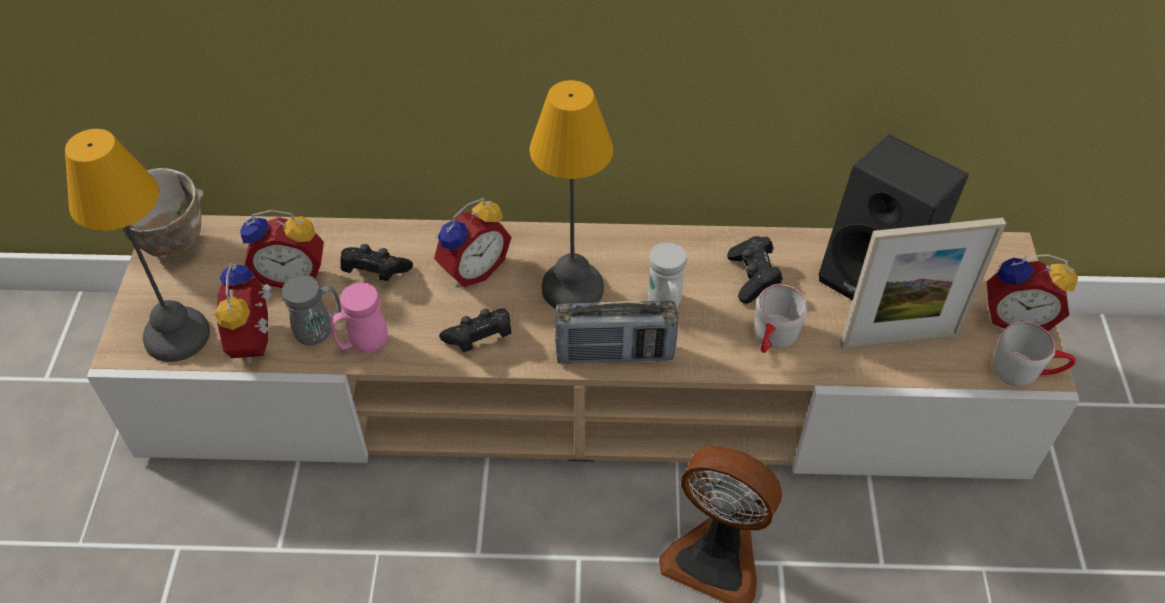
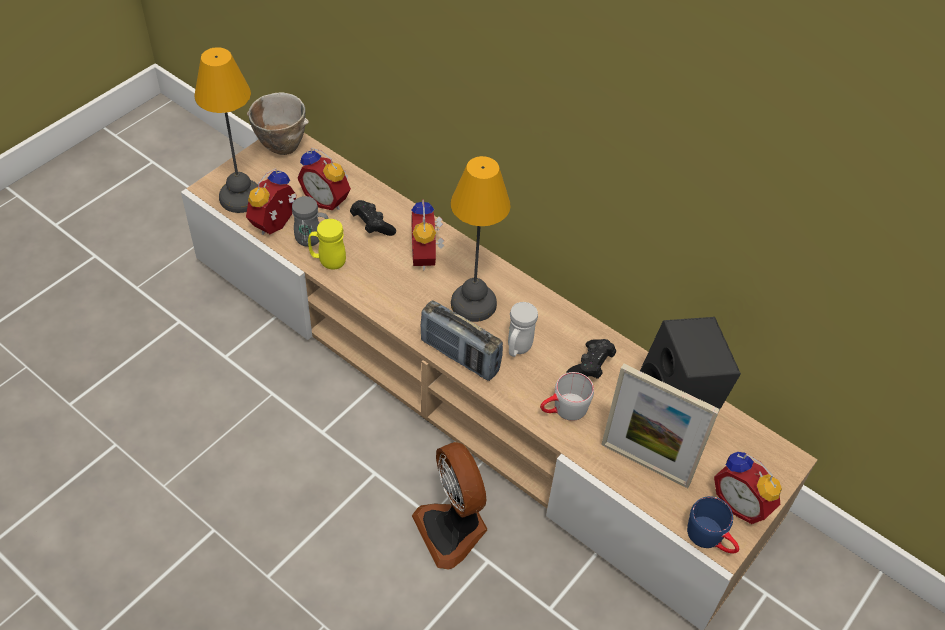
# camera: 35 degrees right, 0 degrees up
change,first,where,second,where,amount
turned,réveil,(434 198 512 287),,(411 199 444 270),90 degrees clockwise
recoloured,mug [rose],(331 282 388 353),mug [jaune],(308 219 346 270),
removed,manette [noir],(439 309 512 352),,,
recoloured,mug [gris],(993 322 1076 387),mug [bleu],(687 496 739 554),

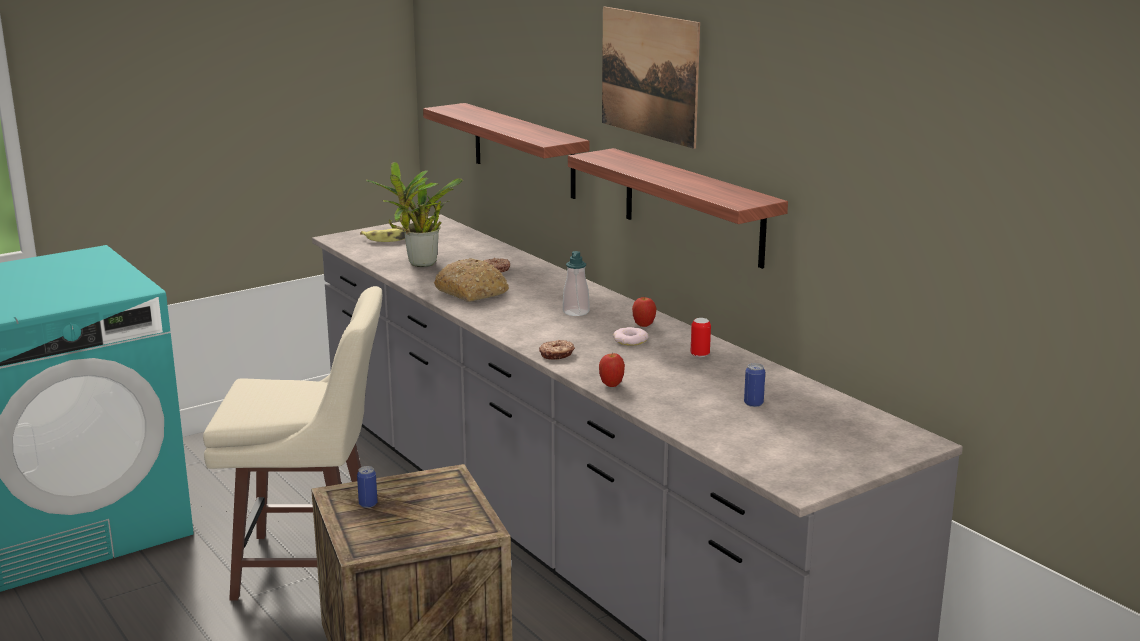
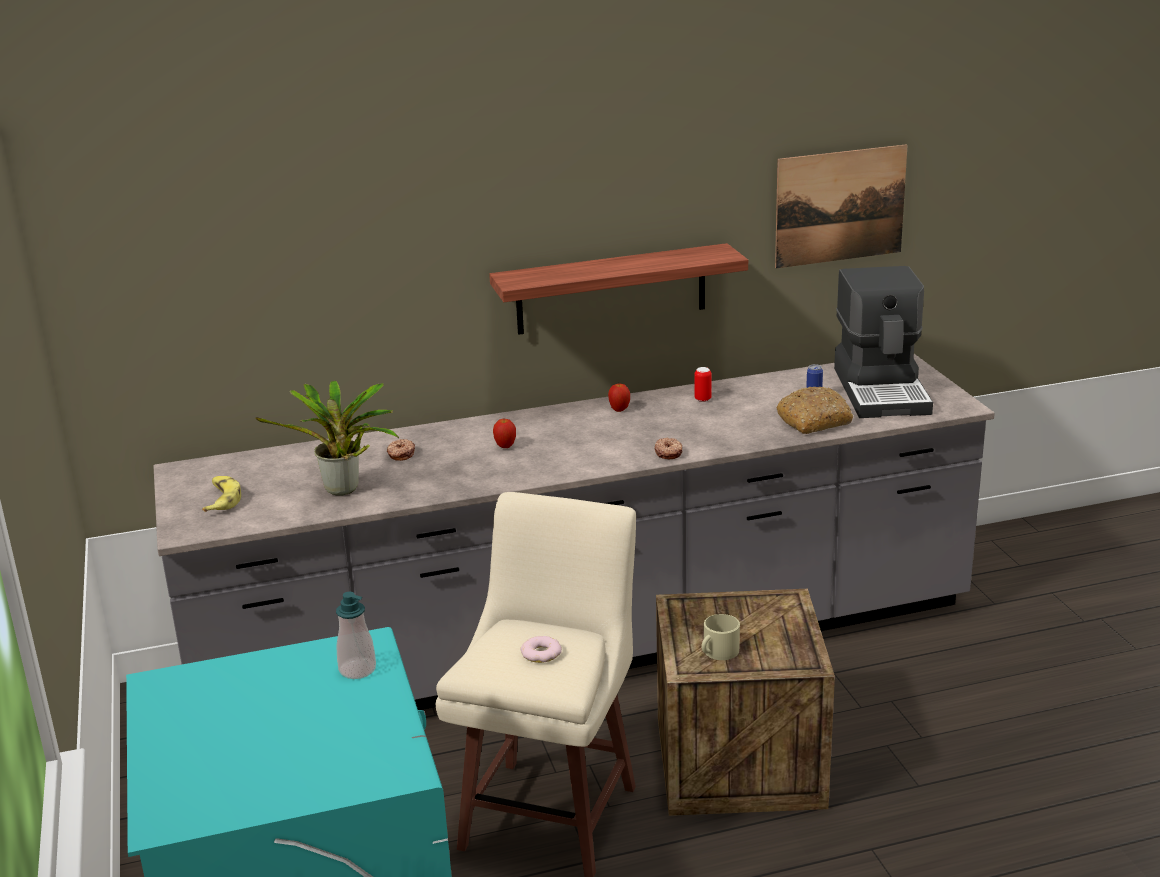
# camera: 70 degrees left, 5 degrees up
change,first,where,second,where,amount
moved,tableau,(602 7 700 149),,(775 144 908 268),
removed,étagère,(423 103 590 199),,,
moved,distributeur de savon,(563 251 589 316),,(336 592 376 679),
moved,pain,(434 258 509 302),,(776 387 853 434),
moved,beignet,(613 327 649 346),,(520 636 562 663),
moved,pomme,(599 352 625 387),,(493 419 516 448),
replaced,boîte métallique,(357 466 377 508),mug [beige],(701 614 740 660),
added,,,machine à café,(834 266 933 418),

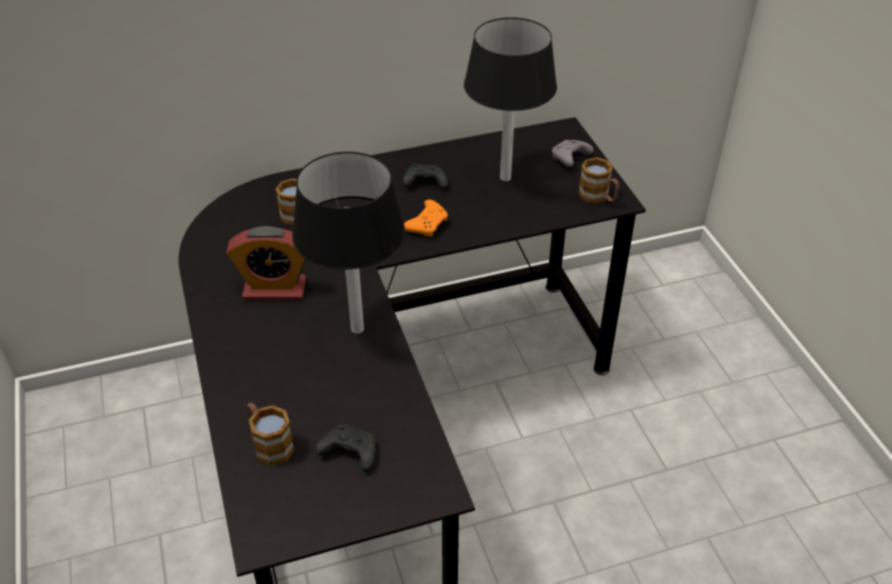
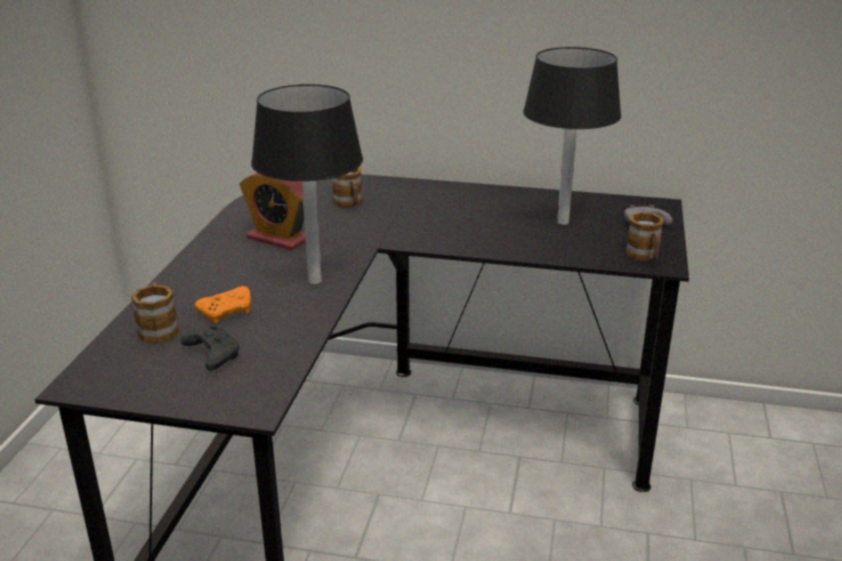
# camera: 30 degrees right, 15 degrees down
change,first,where,second,where,amount
removed,manette [noir],(403 163 448 189),,,
moved,manette [orange],(404 200 448 237),,(195 286 251 324),

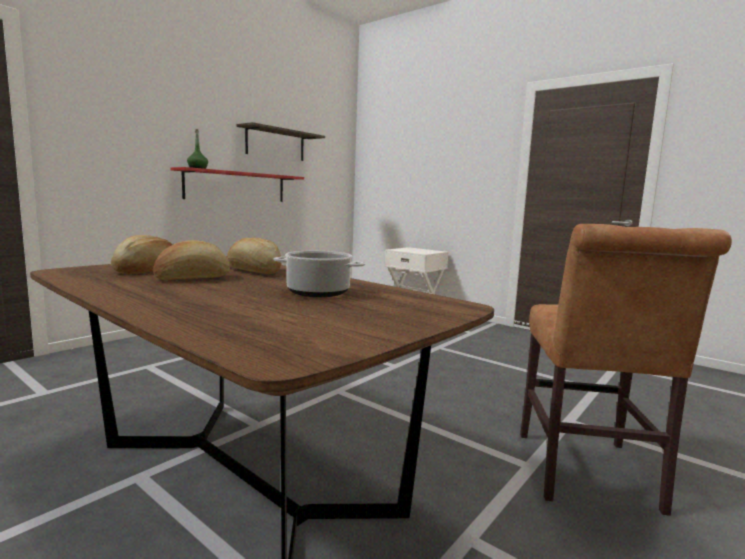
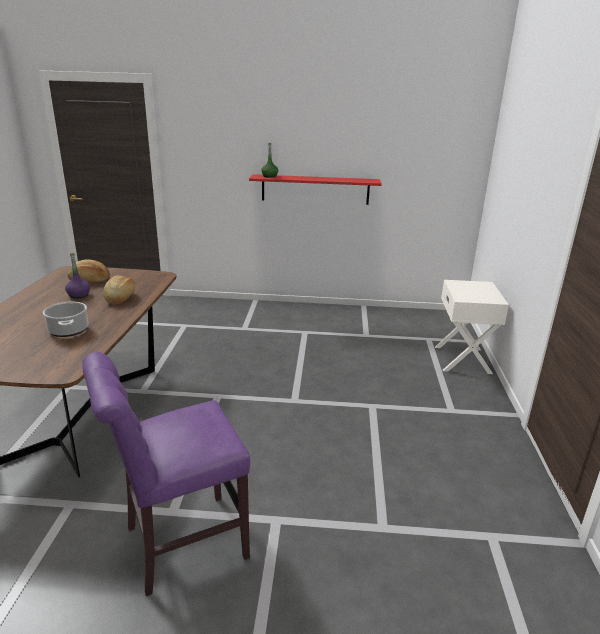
# camera: 55 degrees right, 15 degrees up
change,first,where,second,where,amount
removed,étagère,(237 122 325 161),,,
recoloured,chaise [marron],(520 224 732 516),chaise [violet],(82 352 250 596),
replaced,pain,(153 240 230 280),bouteille [violet],(65 253 90 299),

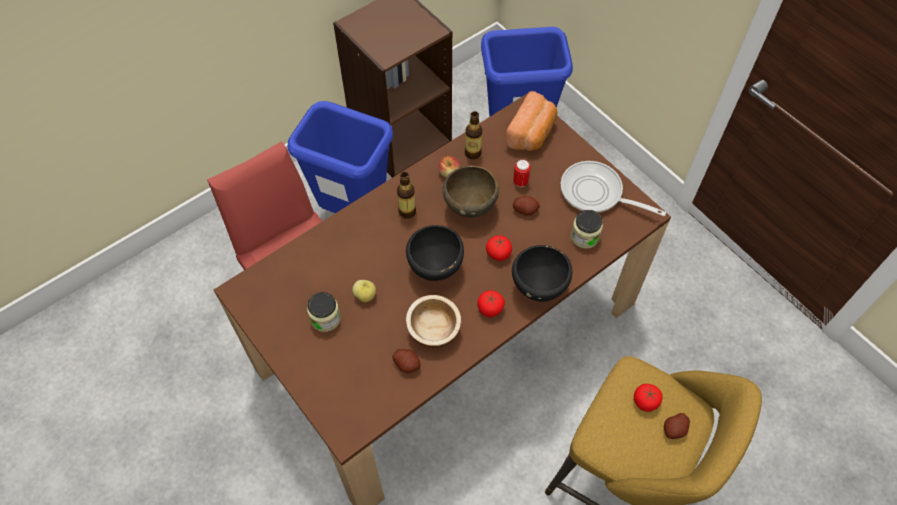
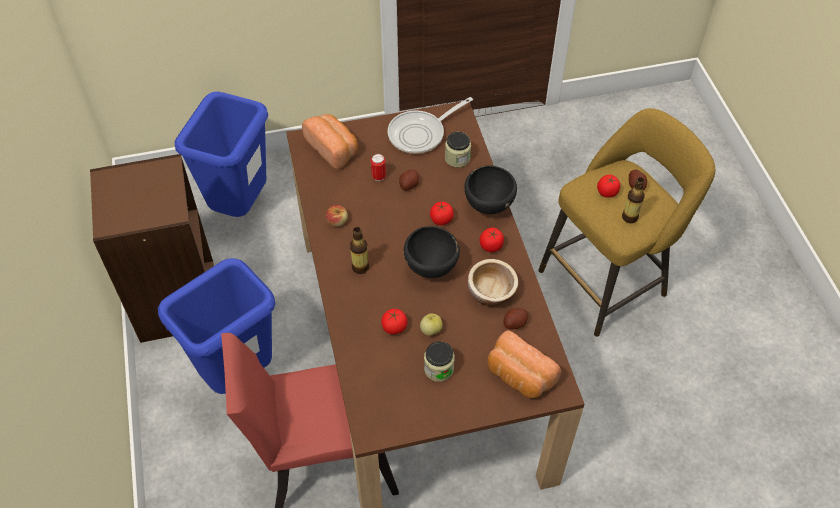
# camera: 65 degrees left, 5 degrees down
change,first,where,second,where,amount
moved,bouteille,(465 111 482 159),,(622 177 645 223),
removed,bol [marron],(442 166 499 218),,,
added,,,tomate,(381 309 407 334),
added,,,pain,(488 330 561 398),

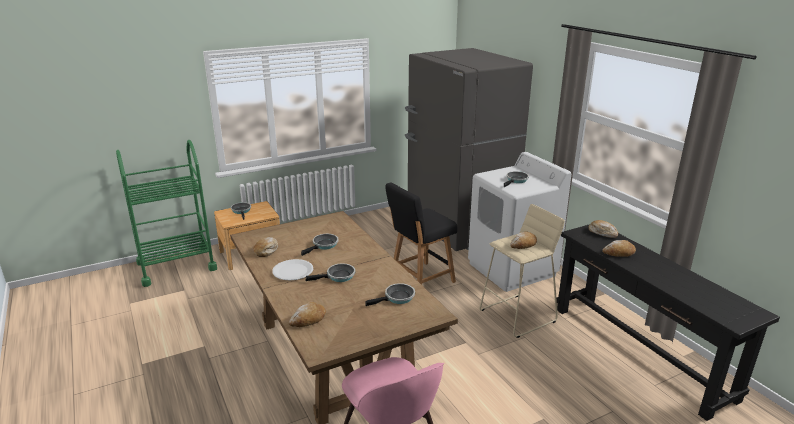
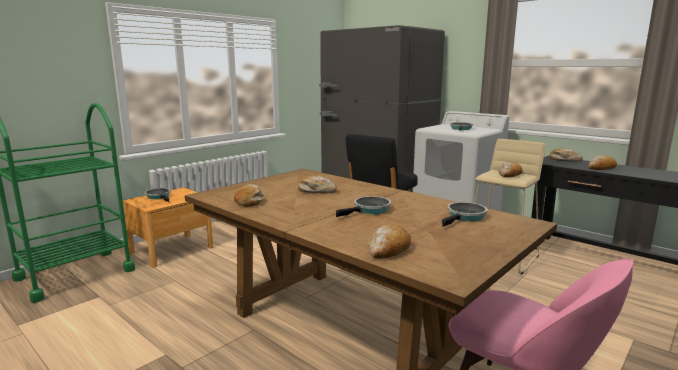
# camera: 20 degrees left, 10 degrees down
change,first,where,second,where,amount
replaced,poêle,(301 234 339 256),pain,(298 176 337 194),
removed,assiette [blanc],(272 259 313 280),,,

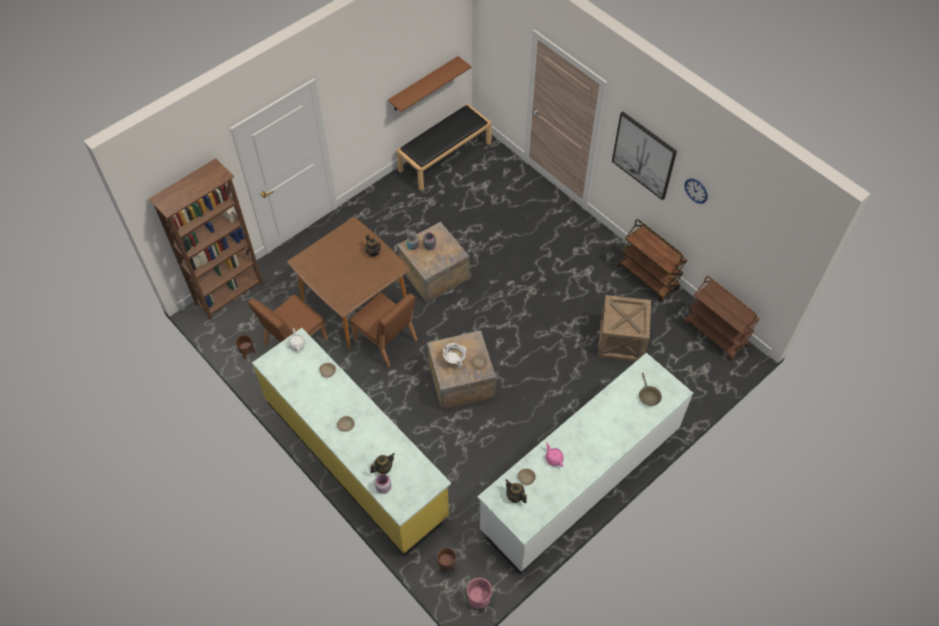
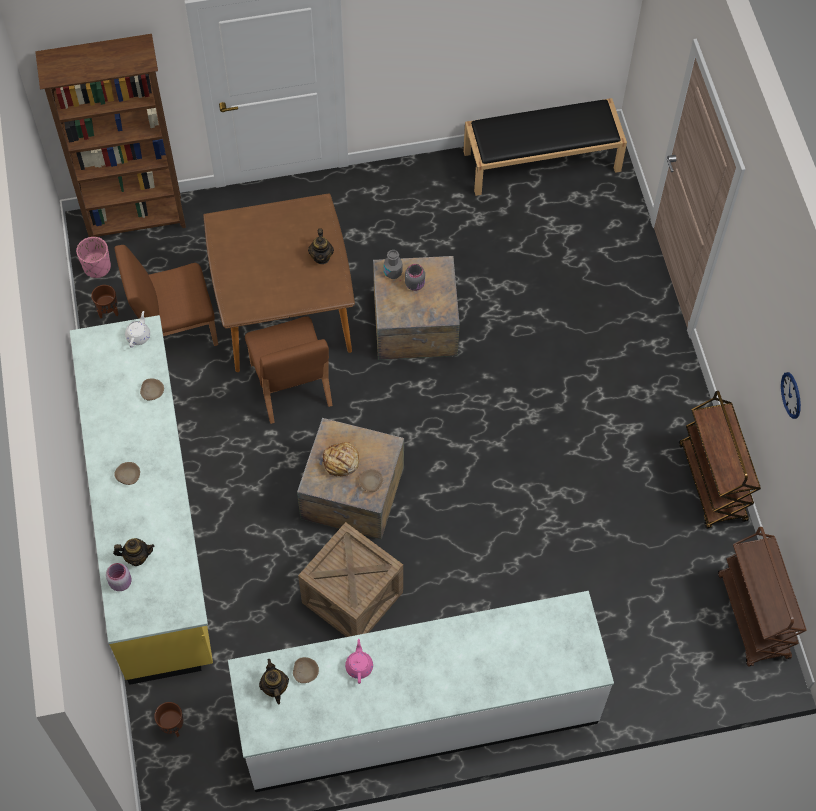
# camera: 30 degrees right, 5 degrees up
change,first,where,second,where,amount
removed,étagère [marron],(388 56 472 112),,,
removed,tableau,(612 112 677 200),,,
moved,caisse,(598 295 651 361),,(298 522 403 637),
replaced,marmite [blanc],(442 343 466 369),pain,(317 442 359 478),
removed,poêle [marron],(639 373 662 406),,,
moved,cache-pot [rose],(467 578 492 609),,(76 237 111 278),

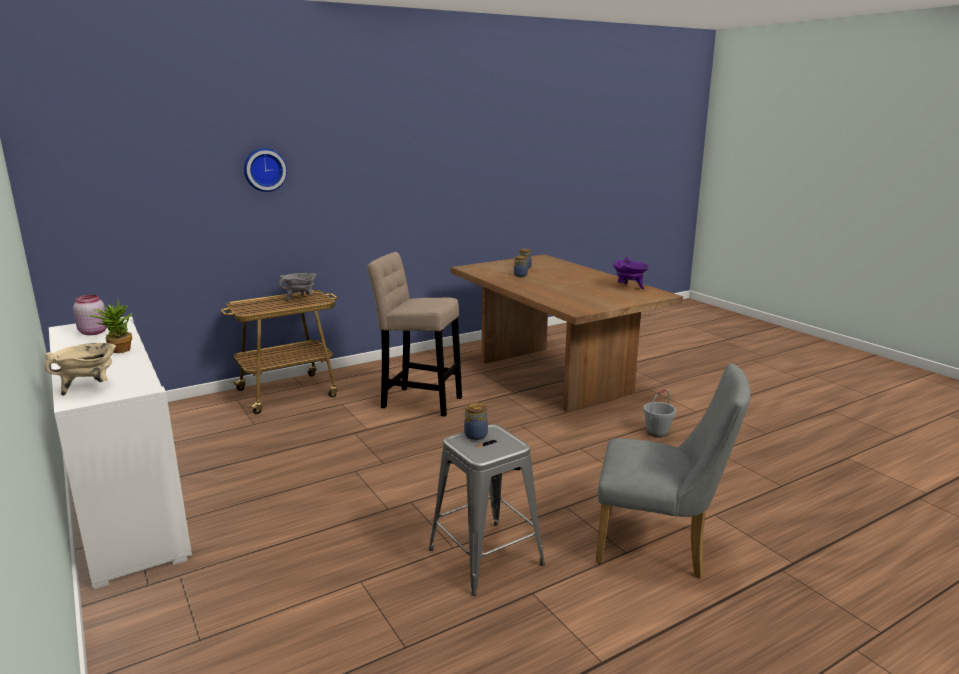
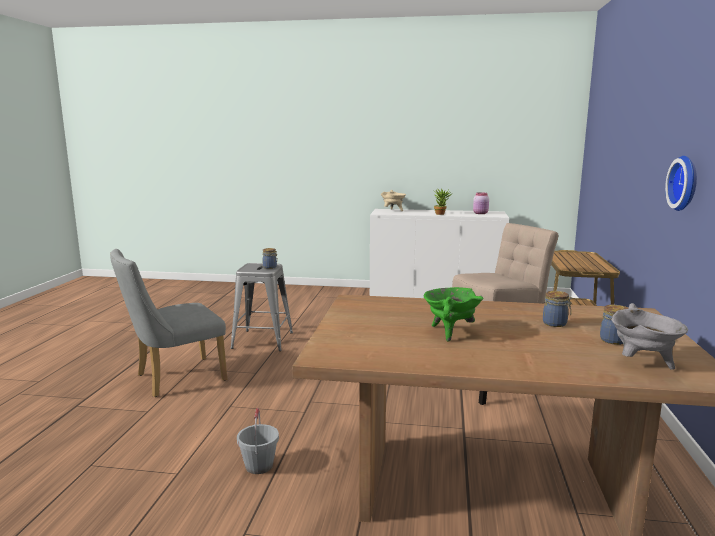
# camera: 130 degrees right, 5 degrees down
change,first,where,second,where,amount
moved,horloge murale,(244 148 287 192),,(665 156 697 211),
removed,marmite [violet],(613 257 649 289),,,
moved,marmite [gris],(279 273 317 302),,(612 303 688 370),
added,,,marmite [vert],(423 287 483 342),

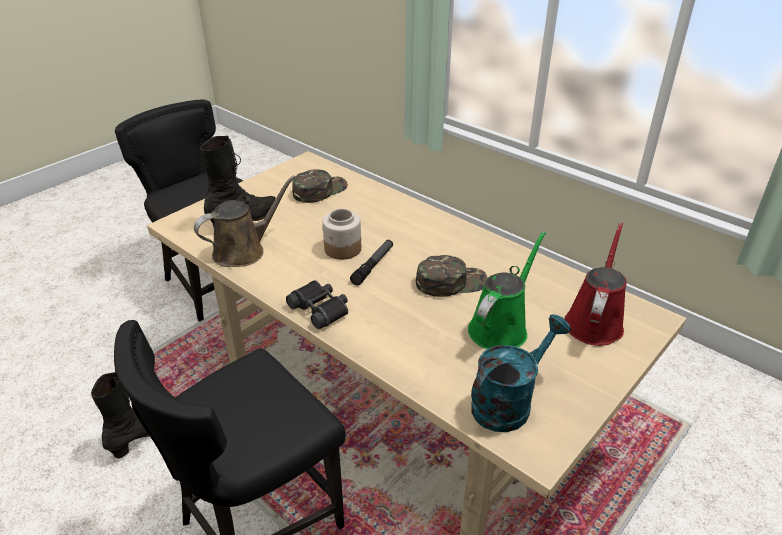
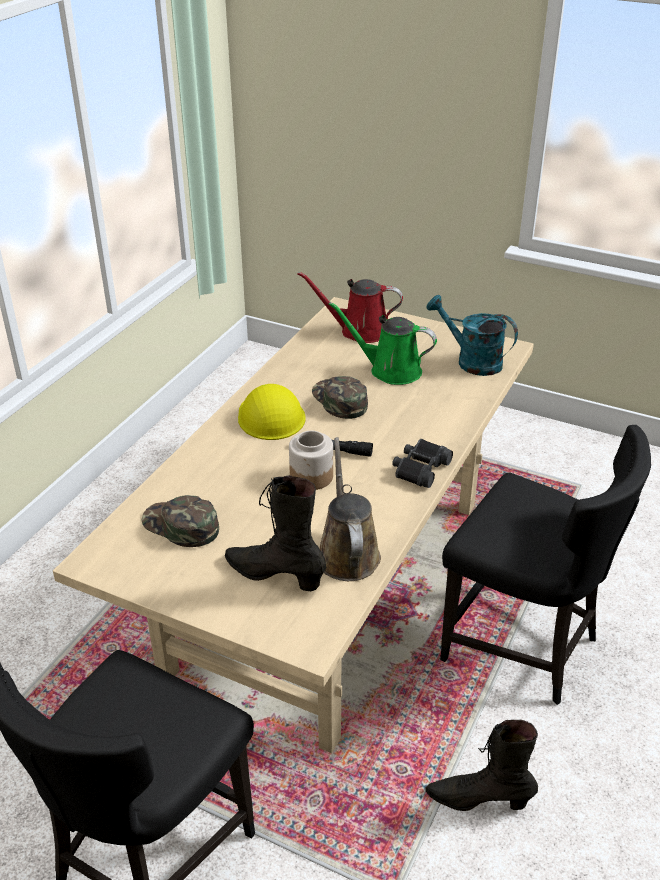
# camera: 105 degrees left, 0 degrees up
change,first,where,second,where,amount
turned,arrosoir [marron],(194 175 296 267),,(319 437 381 581),45 degrees clockwise
added,,,casque de chantier [jaune],(238 384 306 440),

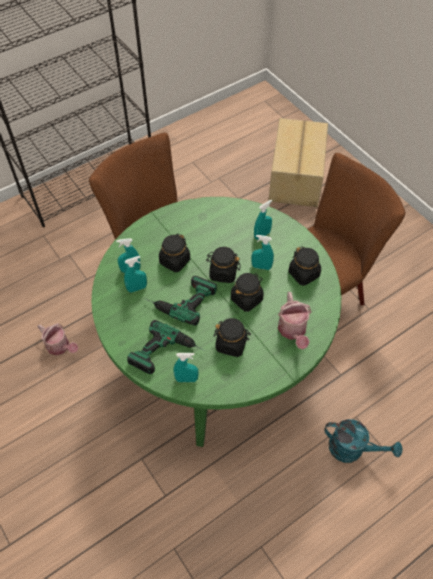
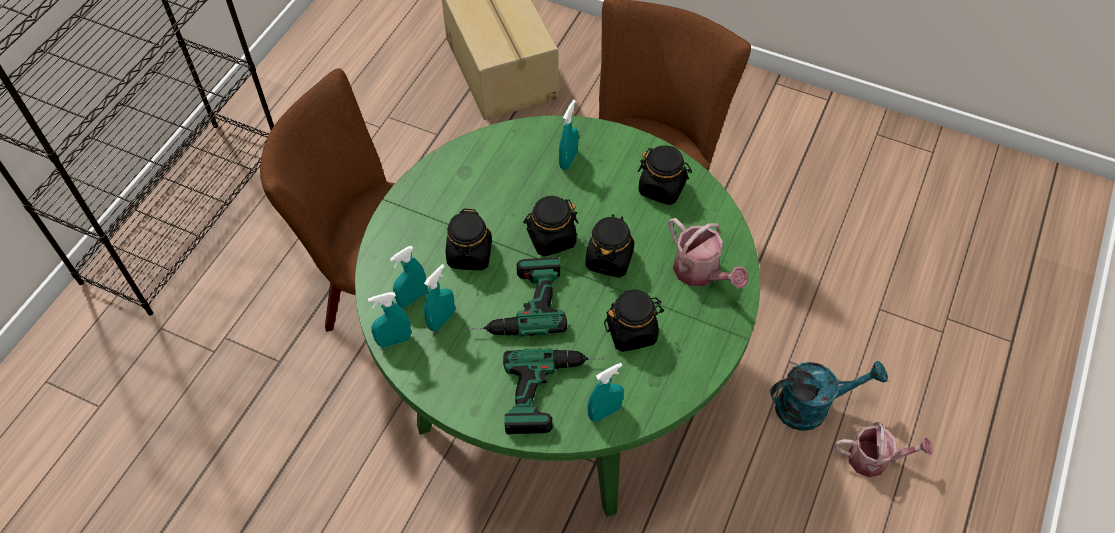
# camera: 30 degrees left, 0 degrees up
change,first,where,second,where,amount
moved,vaporisateur [turquoise],(251 235 274 270),,(368 292 411 347),
moved,arrosoir,(37 323 78 355),,(834 421 933 477),

